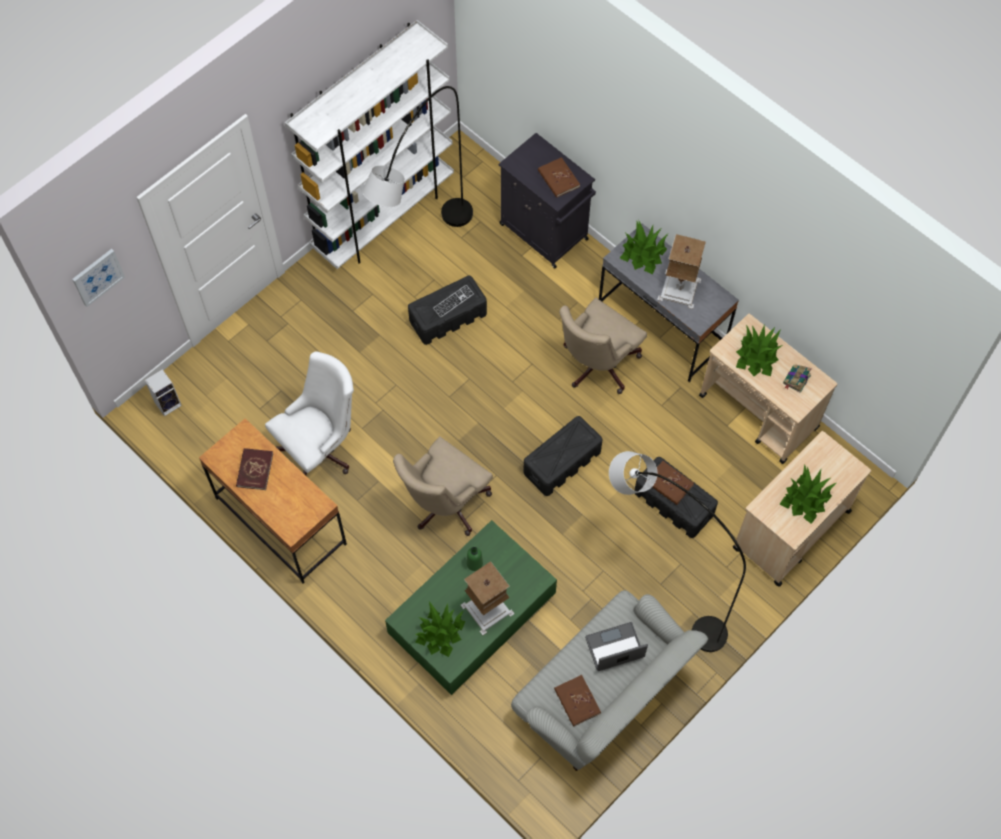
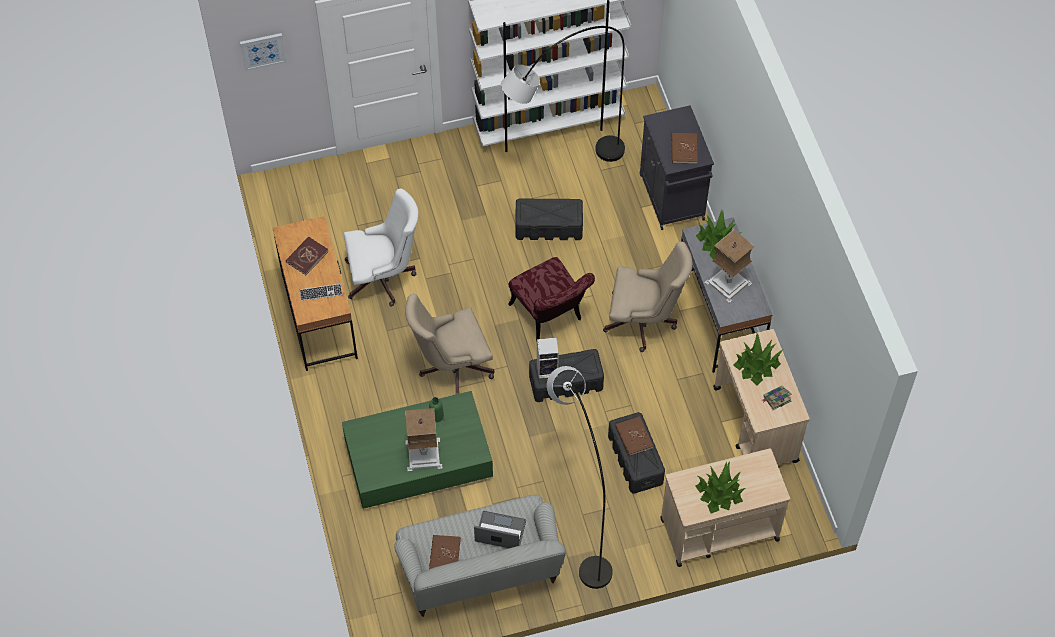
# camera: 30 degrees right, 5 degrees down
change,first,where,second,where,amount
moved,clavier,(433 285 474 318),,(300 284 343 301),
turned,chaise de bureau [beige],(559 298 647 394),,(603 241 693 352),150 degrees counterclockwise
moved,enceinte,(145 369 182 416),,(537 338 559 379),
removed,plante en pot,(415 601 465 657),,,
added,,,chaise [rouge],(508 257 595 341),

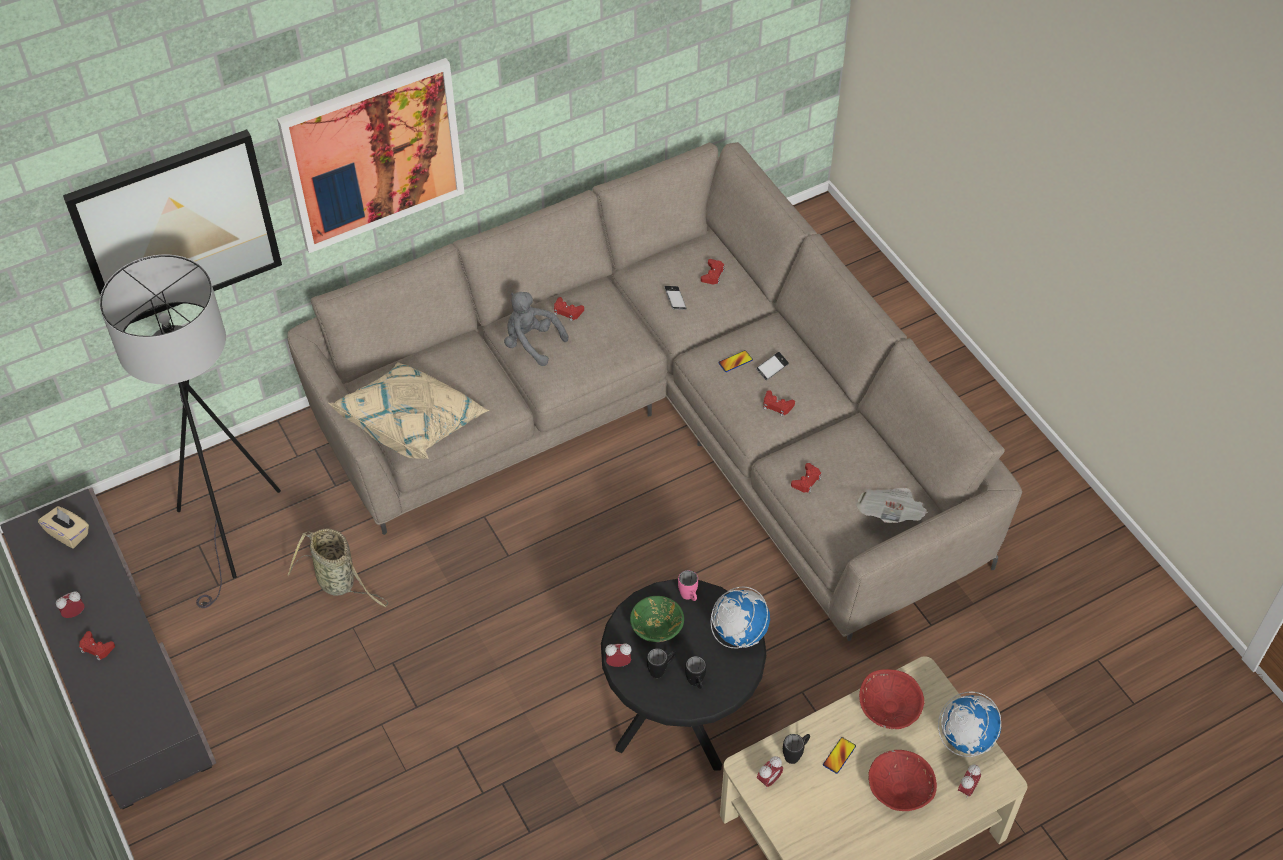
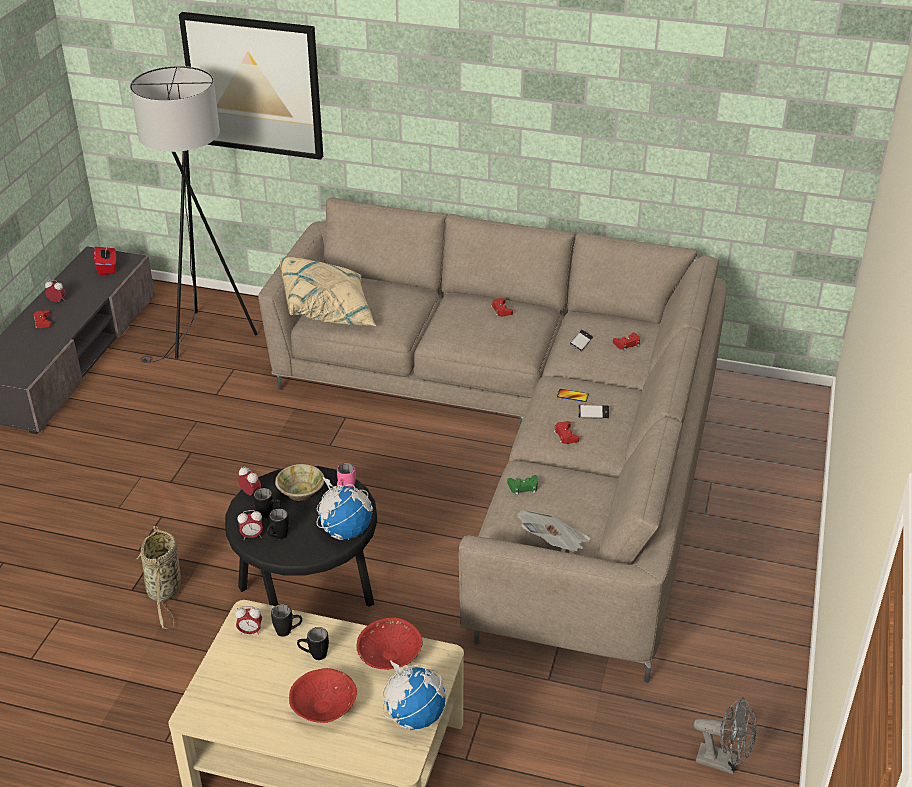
# camera: 45 degrees right, 15 degrees down
change,first,where,second,where,amount
removed,tableau,(277 58 465 253),,,
removed,peluche [gris],(504 292 568 366),,,
recoloured,manette [rouge],(791 463 821 493),manette [vert],(507 475 538 495),
recoloured,boîte à mouchoirs [beige],(38 506 89 549),boîte à mouchoirs [rouge],(94 247 116 275),
moved,panier,(288 529 389 607),,(136 526 181 629),
recoloured,bol [vert],(630 596 684 642),bol [beige],(275 464 324 501),
replaced,téléphone,(823 737 856 774),mug [noir],(297 627 329 660),
moved,réveil,(958 765 981 799),,(237 510 263 539),
added,,,ventilateur [gris],(694 697 757 774),

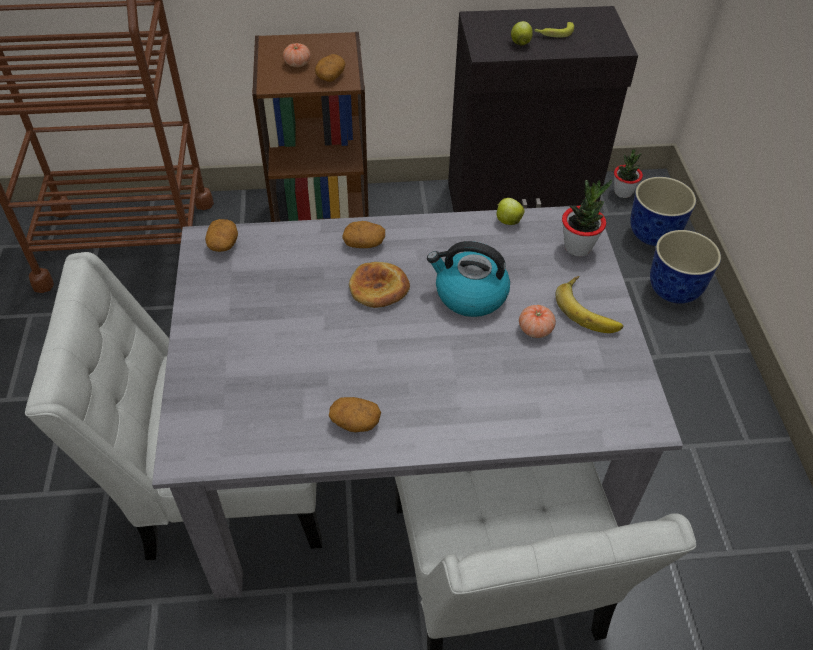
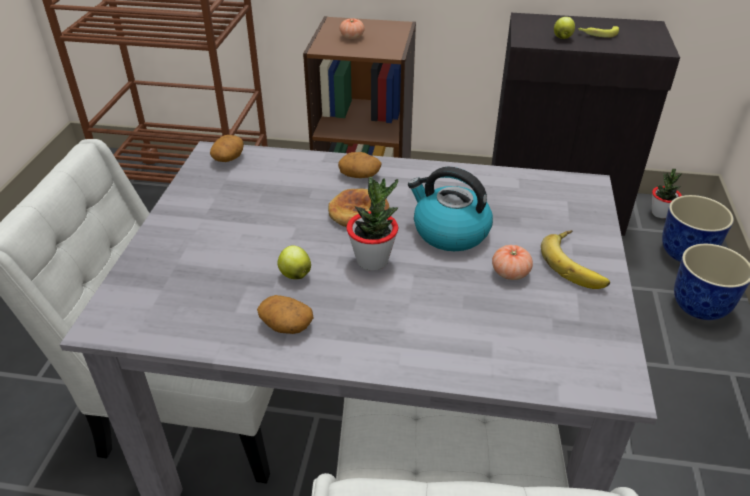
# camera: 15 degrees right, 10 degrees down
change,first,where,second,where,amount
removed,pomme de terre,(315 54 346 82),,,
moved,plante en pot,(562 179 612 256),,(346 177 398 271),
moved,pomme,(497 198 525 225),,(277 245 311 279),

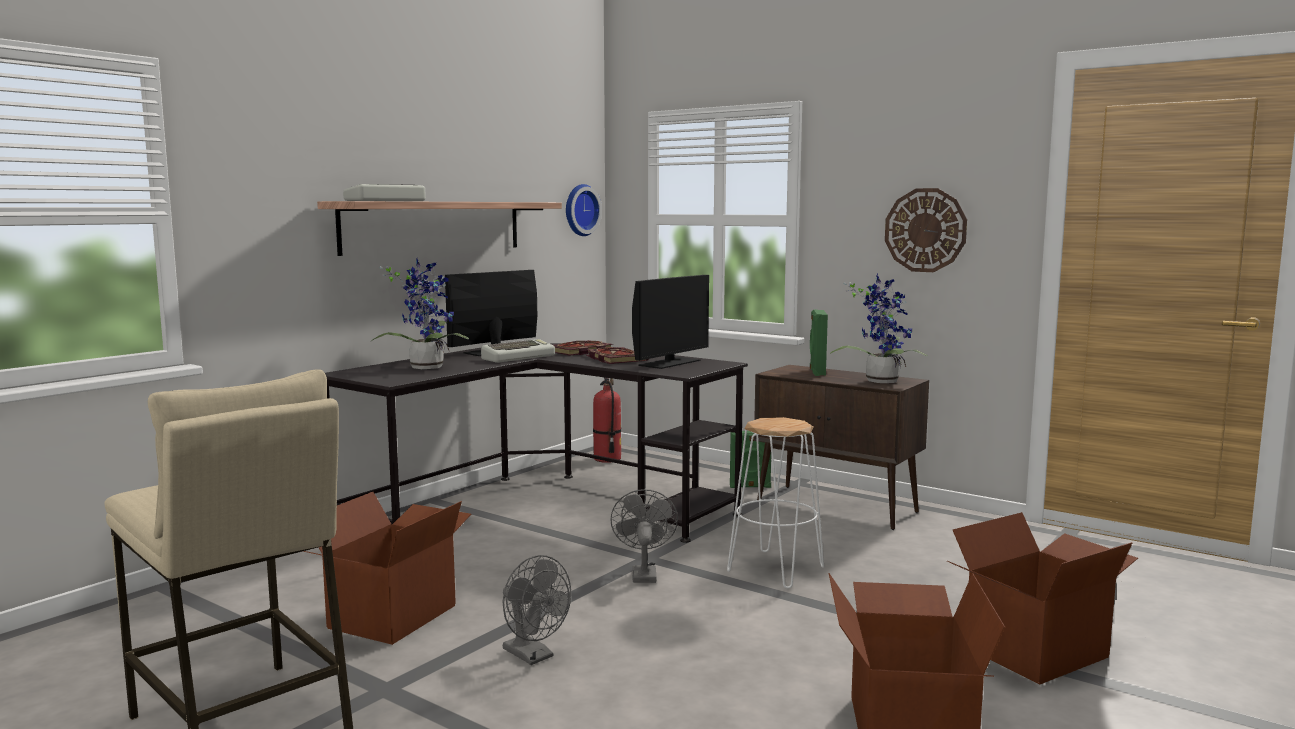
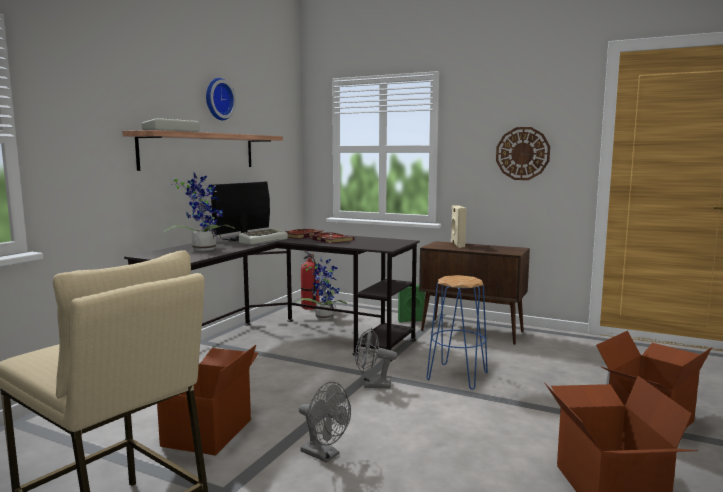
# camera: 10 degrees left, 0 degrees up
change,first,where,second,where,amount
moved,horloge murale,(566 184 602 236),,(206 78 236 120),
moved,plante en pot,(830 273 927 383),,(295 258 347 320),
removed,écran d'ordinateur,(632 275 709 369),,,
recoloured,enceinte [vert],(810 309 828 376),enceinte [beige],(451 205 466 248),
recoloured,tabouret [blanc],(727 417 824 589),tabouret [bleu],(427 275 488 389),
turned,ventilateur [gris],(610 489 678 583),,(355 328 398 389),75 degrees counterclockwise

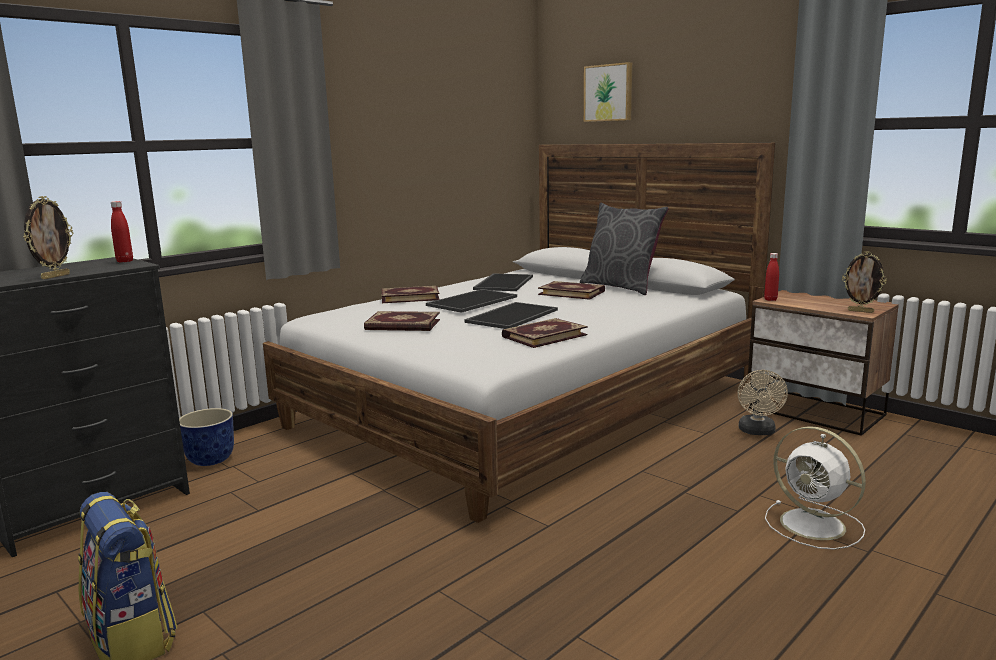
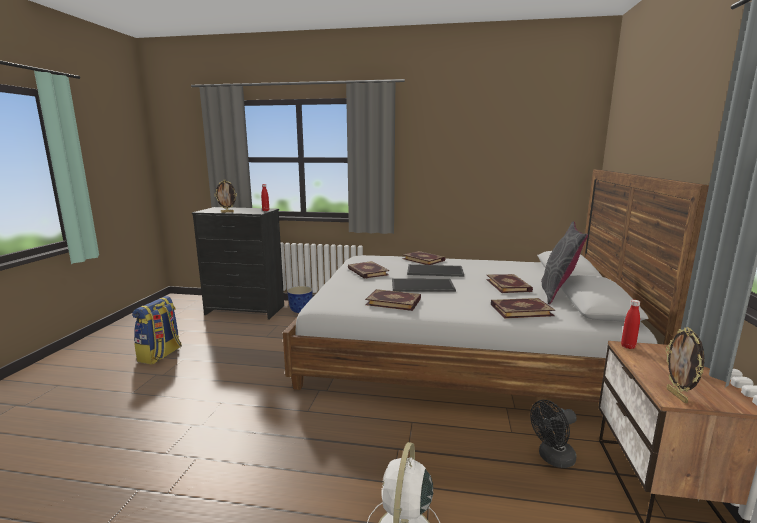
# camera: 55 degrees right, 0 degrees up
change,first,where,second,where,amount
removed,tableau,(584 62 632 122),,,
removed,plateau,(473 273 533 291),,,
recoloured,ventilateur [beige],(738 370 788 435),ventilateur [noir],(530 400 577 468),
added,,,livre,(491 298 555 318),

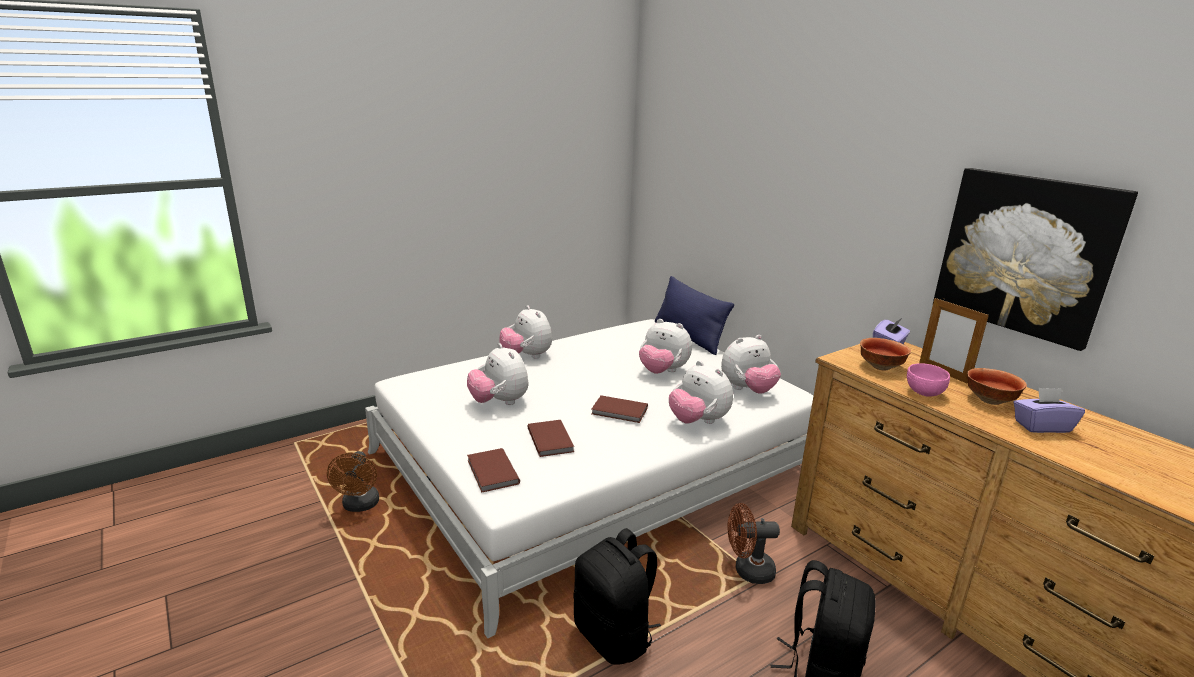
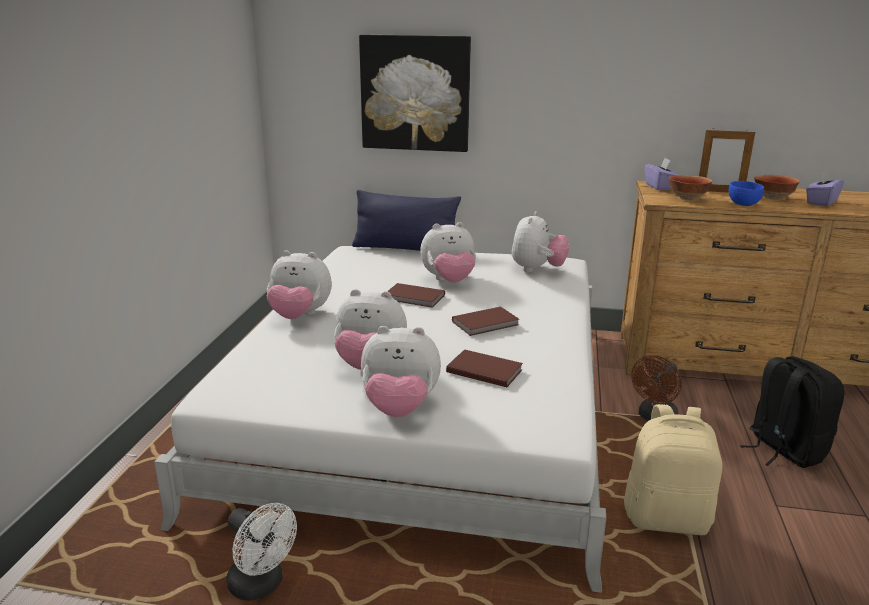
# camera: 45 degrees left, 0 degrees up
change,first,where,second,where,amount
moved,tableau,(933 168 1138 351),,(359 35 471 152),
moved,peluche,(669 360 733 424),,(361 326 441 417),
recoloured,bol [rose],(907 363 950 397),bol [bleu],(729 181 764 206),
moved,livre [marron],(467 448 520 493),,(388 283 445 308),
recoloured,ventilateur [marron],(327 451 379 512),ventilateur [blanc],(226 503 297 601),
recoloured,sac à dos [noir],(573 528 661 665),sac à dos [beige],(624 404 723 535),

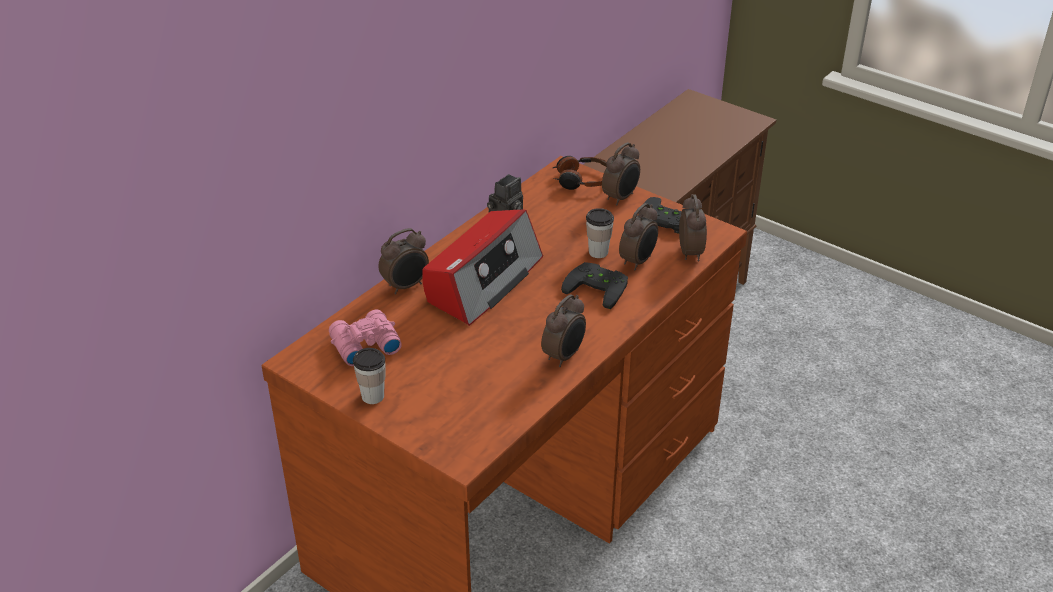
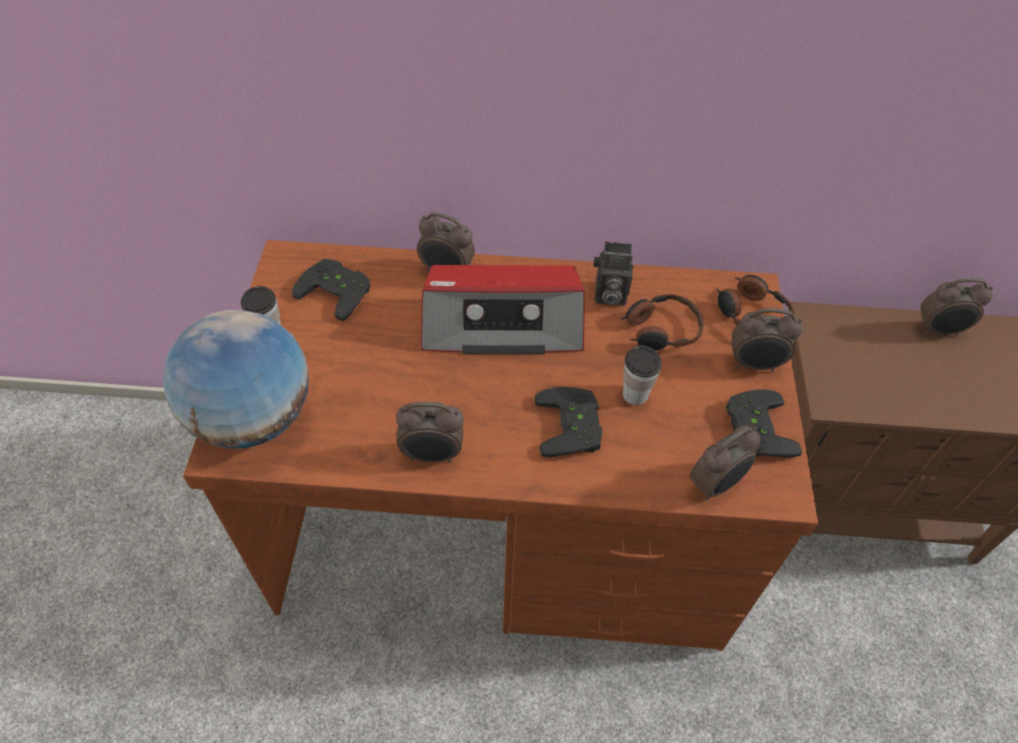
# camera: 55 degrees right, 15 degrees up
change,first,where,second,where,amount
moved,réveil,(619 203 658 270),,(920 278 993 336),
replaced,jumelles [rose],(329 309 402 366),manette [noir],(292 259 370 321),
added,,,casque audio,(621 294 704 351),
added,,,globe,(163 310 309 449),

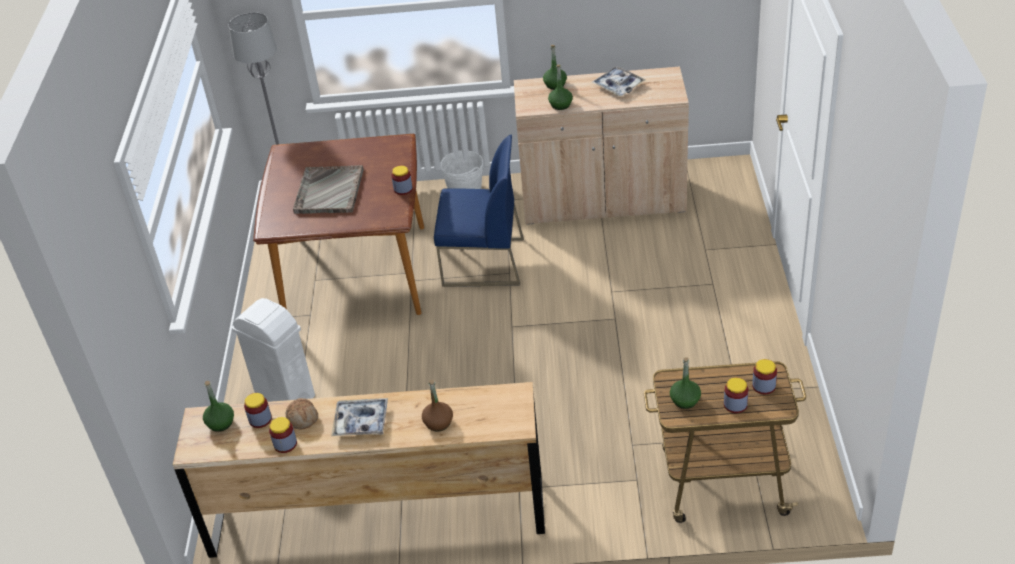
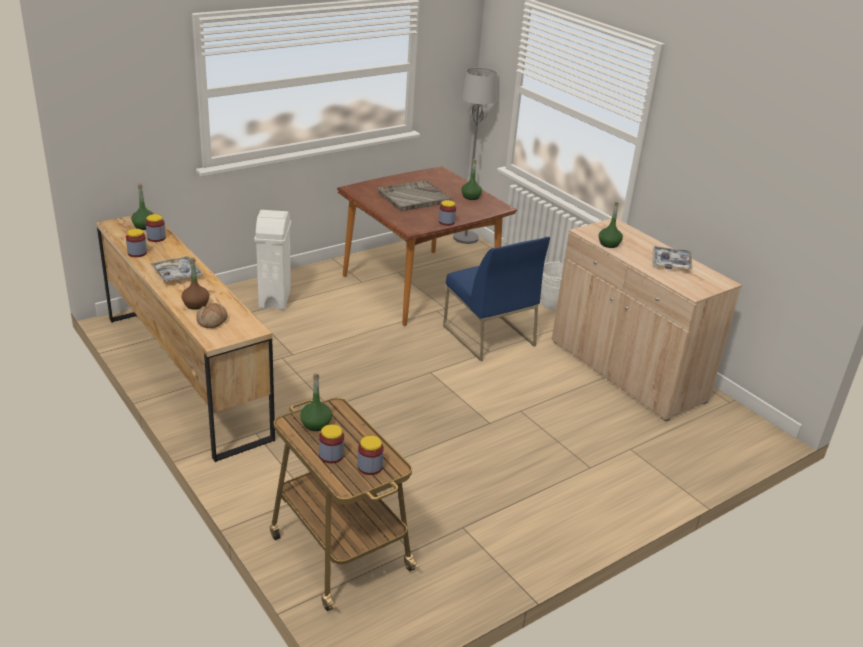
# camera: 50 degrees right, 10 degrees down
change,first,where,second,where,amount
moved,bouteille [vert],(543 45 567 90),,(461 159 482 200),
moved,pain,(286 398 318 429),,(196 303 228 328),

